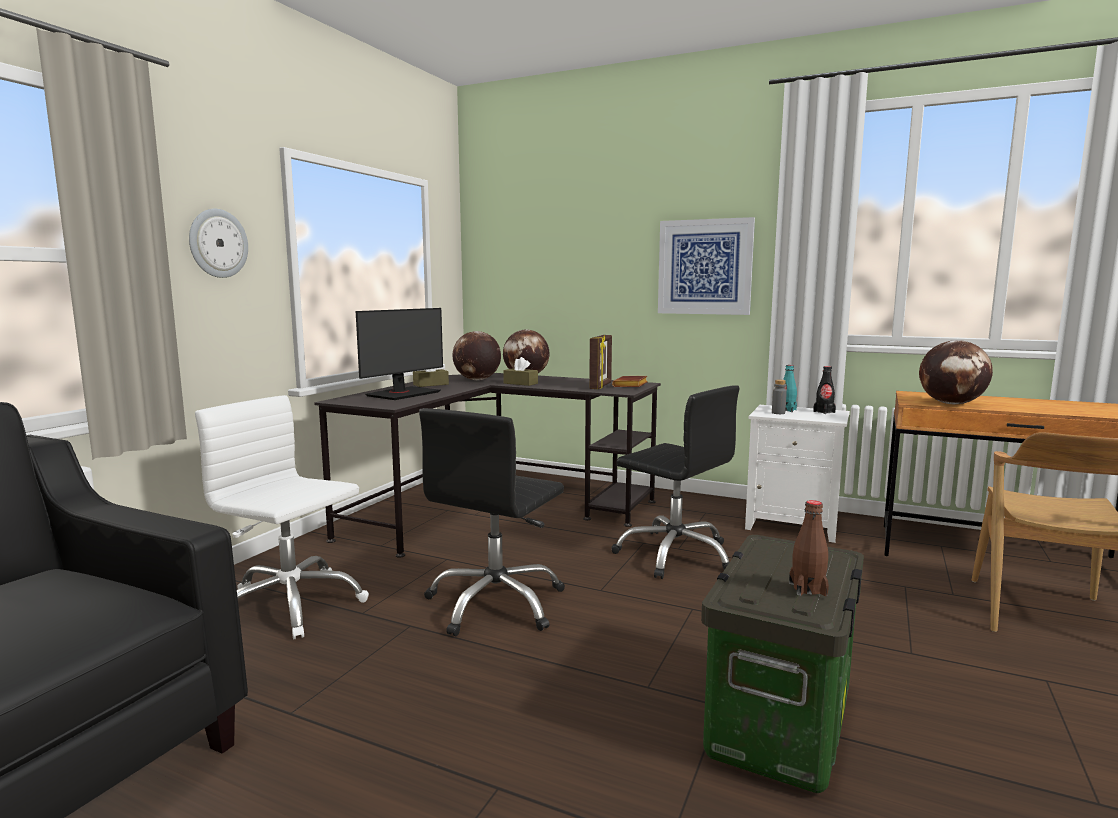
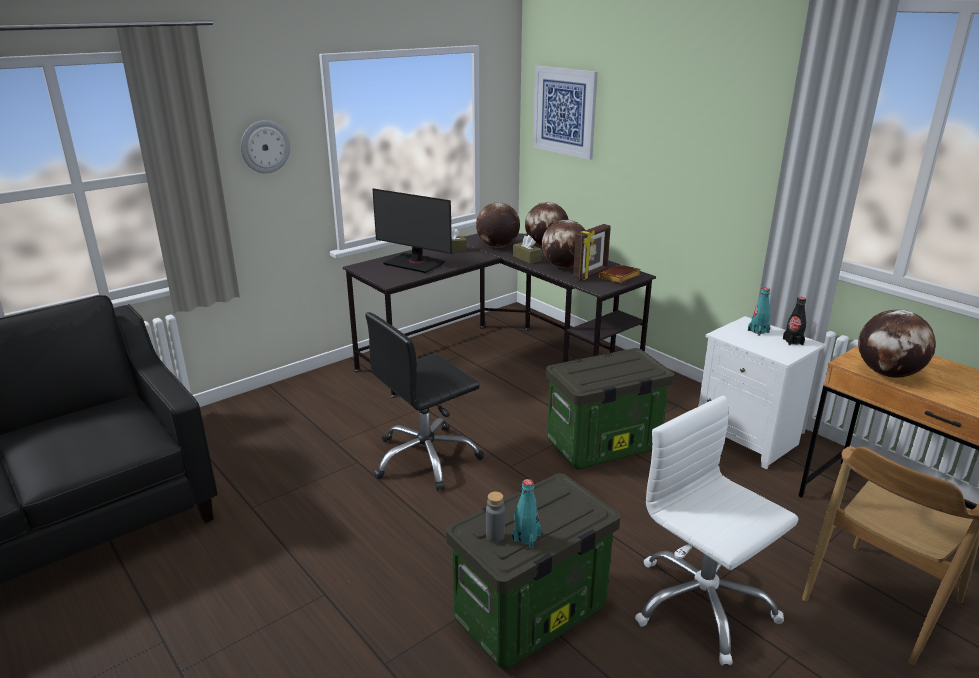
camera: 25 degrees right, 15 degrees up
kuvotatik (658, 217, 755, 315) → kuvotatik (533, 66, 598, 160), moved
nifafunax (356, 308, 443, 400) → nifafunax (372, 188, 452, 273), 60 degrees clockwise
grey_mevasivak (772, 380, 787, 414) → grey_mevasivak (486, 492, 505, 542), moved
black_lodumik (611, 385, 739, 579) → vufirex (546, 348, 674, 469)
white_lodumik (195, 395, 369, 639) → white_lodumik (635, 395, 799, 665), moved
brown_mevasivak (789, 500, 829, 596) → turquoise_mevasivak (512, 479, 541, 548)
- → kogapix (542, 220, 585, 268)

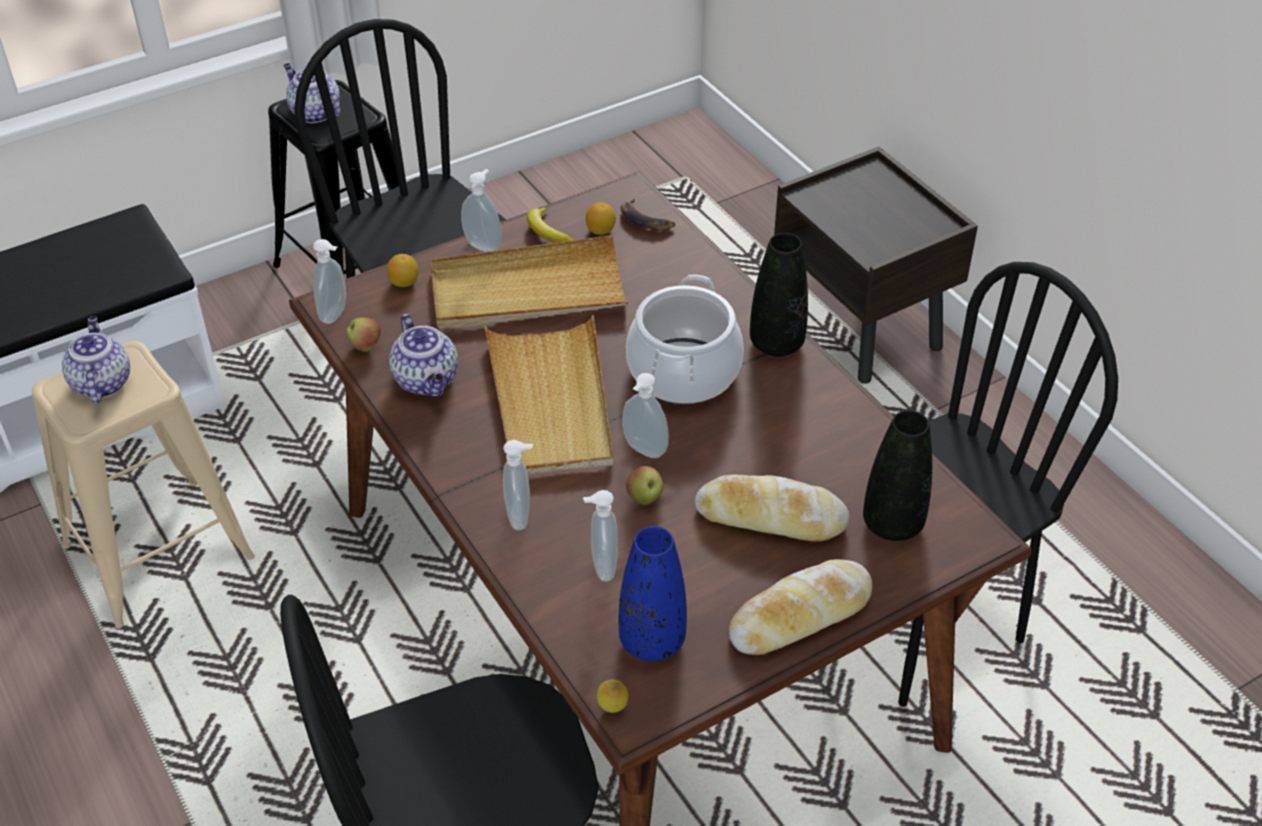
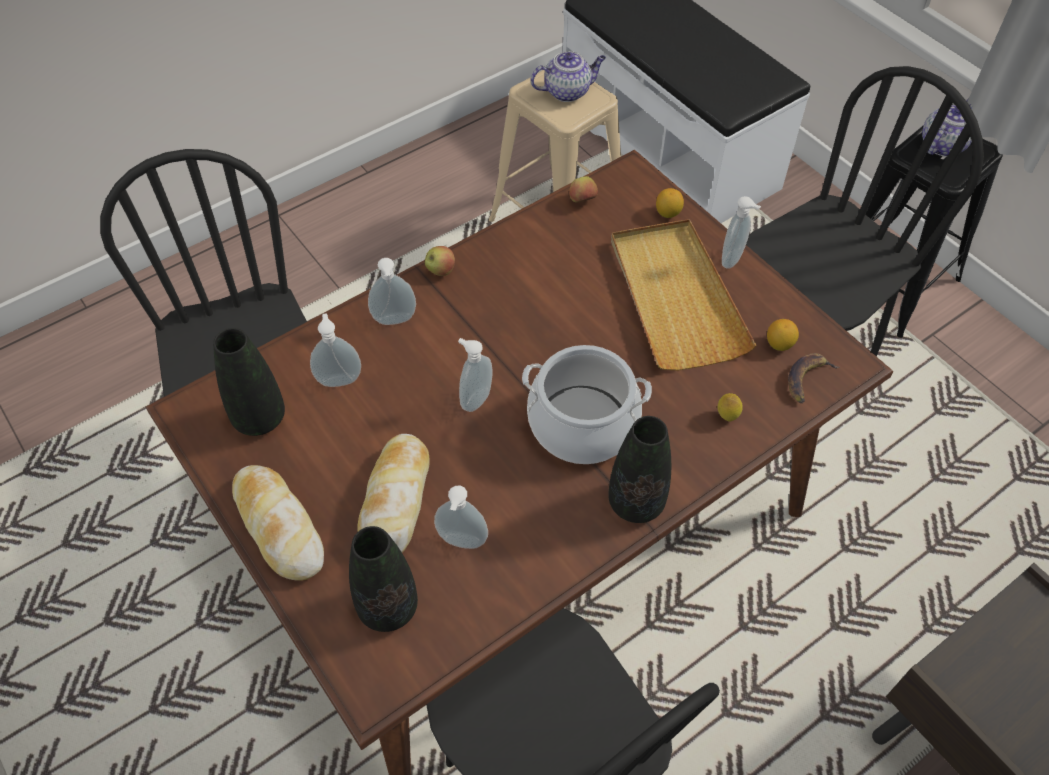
camera: 85 degrees right, 10 degrees up
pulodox (527, 207, 574, 243) → -
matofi (313, 239, 346, 324) → matofi (434, 486, 488, 549), moved
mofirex (389, 314, 458, 397) → -
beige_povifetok (485, 315, 613, 474) → -
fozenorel (626, 466, 664, 505) → fozenorel (425, 246, 455, 276), moved
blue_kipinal (619, 526, 687, 661) → black_kipinal (213, 328, 285, 436)
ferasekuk (597, 679, 628, 713) → ferasekuk (717, 393, 743, 422), moved

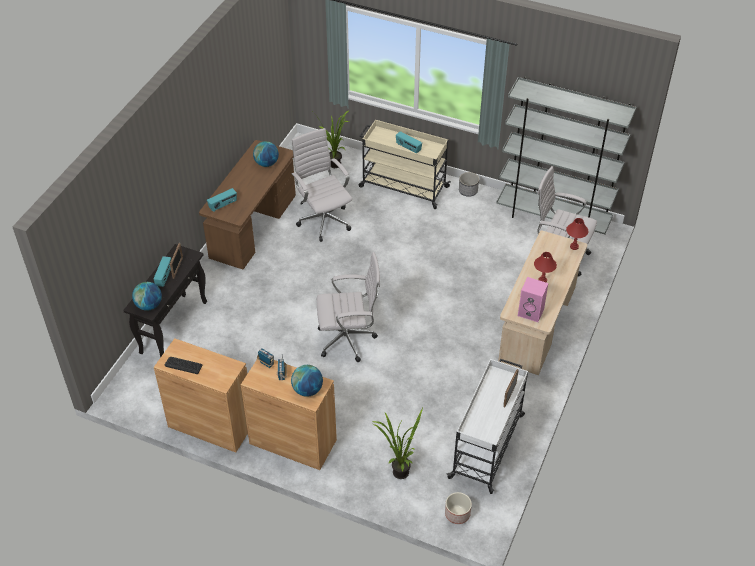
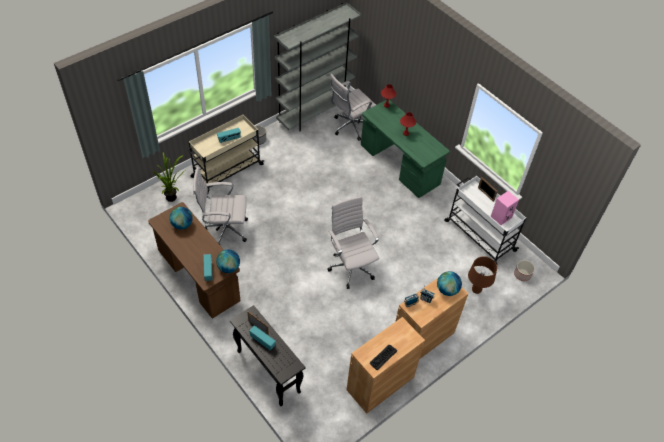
camera: 65 degrees left, 5 degrees up
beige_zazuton (498, 231, 587, 375) → green_zazuton (361, 100, 450, 198)
white_lodumik (317, 252, 380, 362) → white_lodumik (327, 196, 379, 289), 45 degrees counterclockwise
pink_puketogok (518, 277, 548, 322) → pink_puketogok (491, 191, 519, 225), moved
kogapix (132, 282, 162, 311) → kogapix (216, 249, 240, 273), moved
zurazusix (372, 408, 423, 479) → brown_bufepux (468, 256, 497, 294)

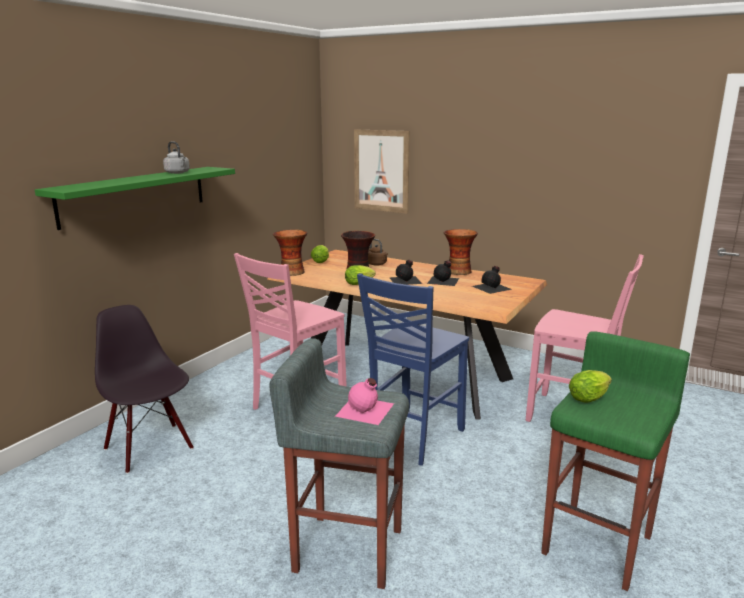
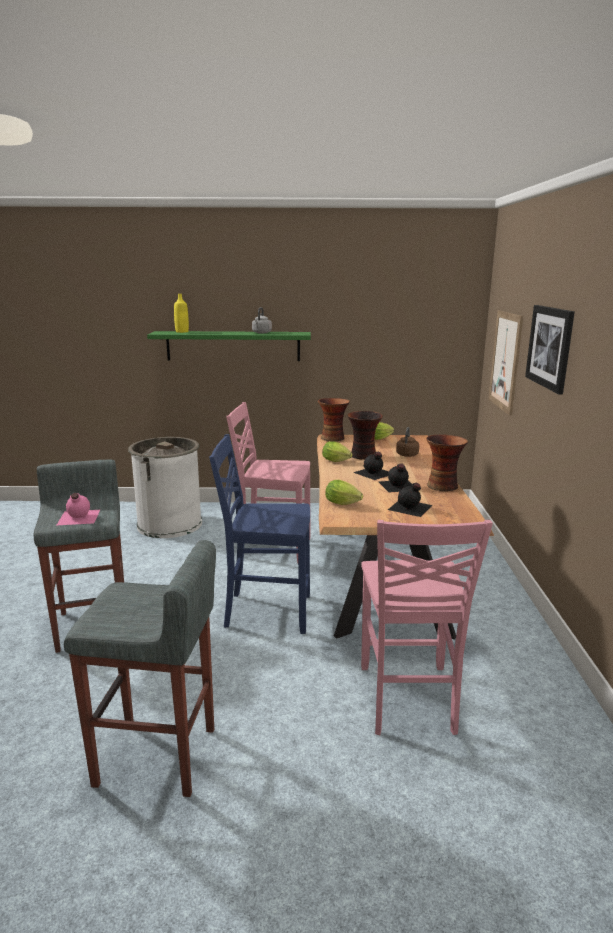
camera: 60 degrees right, 0 degrees up
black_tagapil (95, 305, 194, 474) → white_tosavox (128, 437, 202, 538)
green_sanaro (541, 331, 690, 591) → grey_sanaro (64, 540, 216, 797)
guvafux (569, 370, 612, 402) → guvafux (325, 480, 363, 505), moved
- → yellow_mevasivak (174, 294, 189, 333)
- → kuvotatik (525, 305, 575, 395)

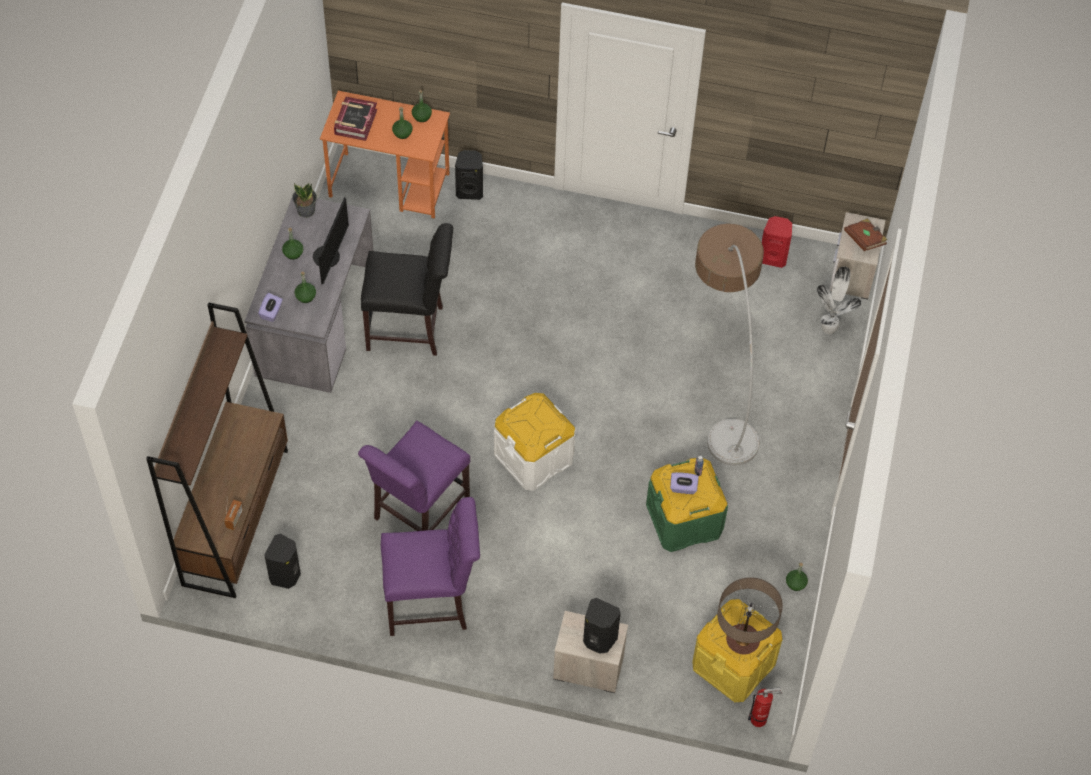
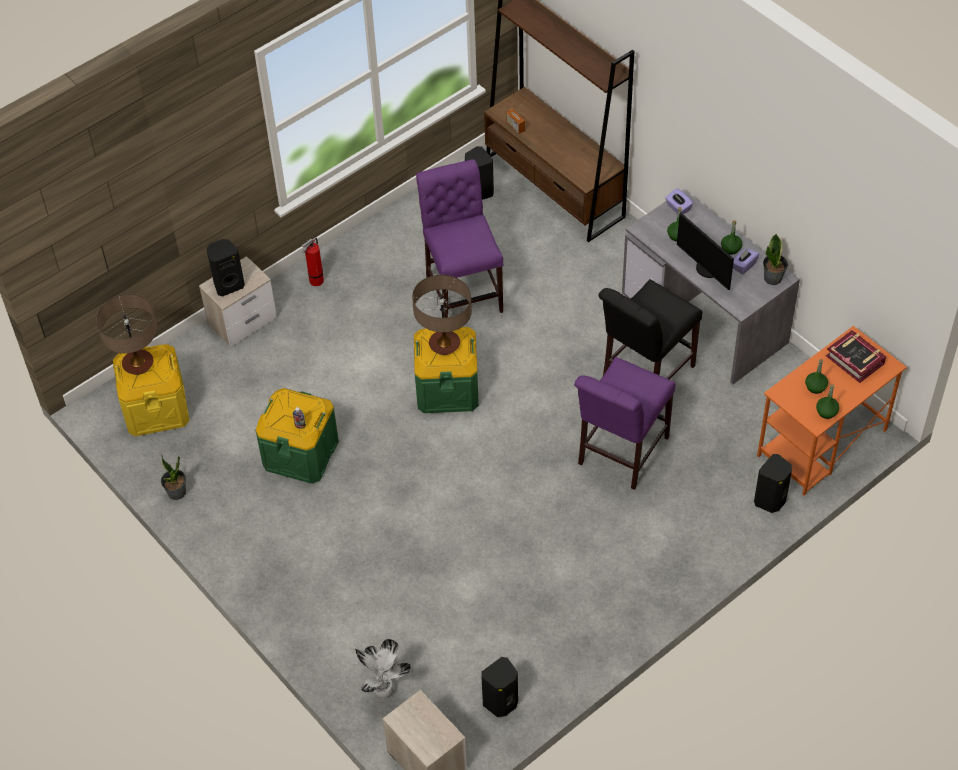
camera: 130 degrees right, 5 degrees down
red_puketogok (762, 216, 792, 268) → black_puketogok (482, 657, 518, 717)
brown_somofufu (844, 219, 887, 251) → -
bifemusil (695, 224, 764, 466) → -
white_vufirex (494, 393, 575, 491) → green_vufirex (414, 327, 479, 413)
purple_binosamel (670, 472, 699, 494) → purple_binosamel (733, 248, 759, 275), moved
purple_tagapil (381, 497, 480, 636) → purple_tagapil (574, 357, 676, 490), moved
green_mevasivak (786, 563, 808, 591) → zurazusix (161, 455, 186, 500)
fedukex (748, 688, 782, 727) → fedukex (302, 238, 324, 286), moved
- → bufepux (412, 275, 472, 355)

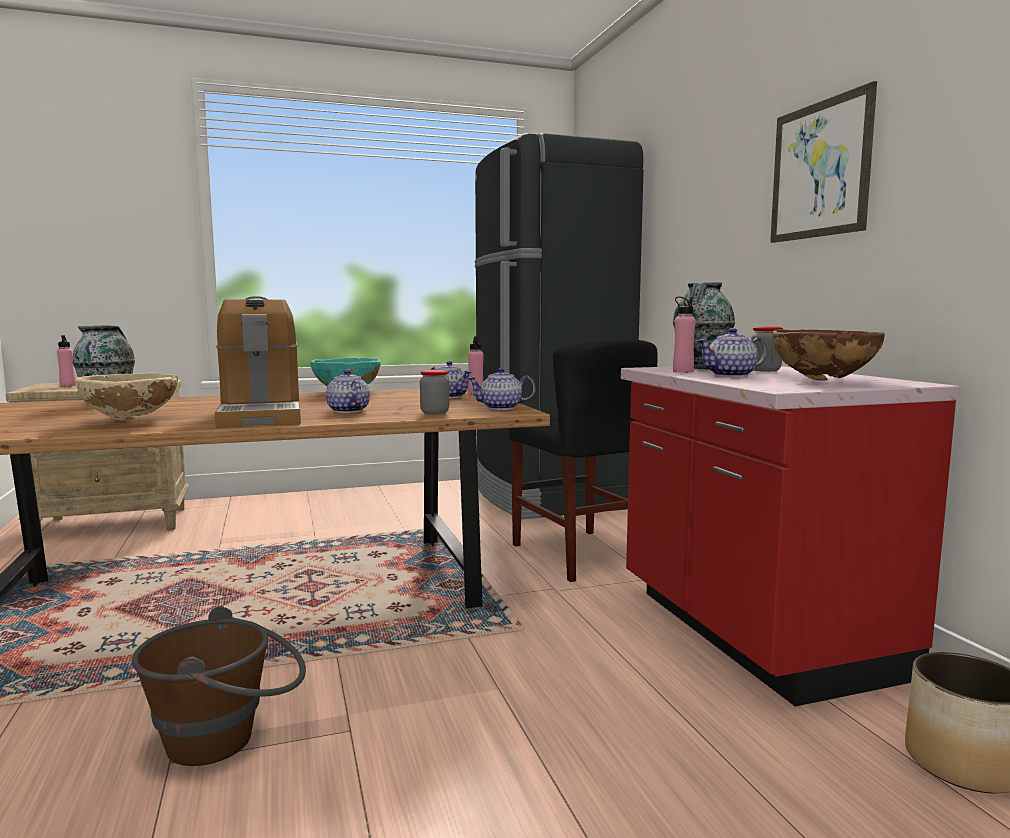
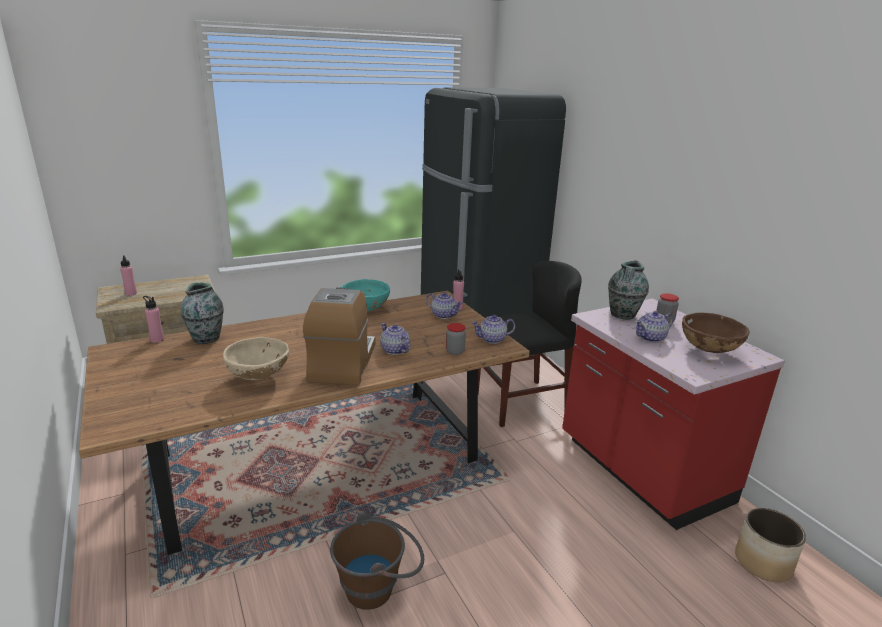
camera: 10 degrees left, 15 degrees up
kuvotatik (770, 81, 877, 243) → -
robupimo (215, 296, 301, 428) → robupimo (303, 288, 375, 385), 150 degrees counterclockwise
pink_mevasivak (673, 297, 696, 373) → pink_mevasivak (143, 296, 164, 343), moved
black_tagapil (509, 339, 657, 582) → black_tagapil (478, 261, 582, 427), 75 degrees counterclockwise

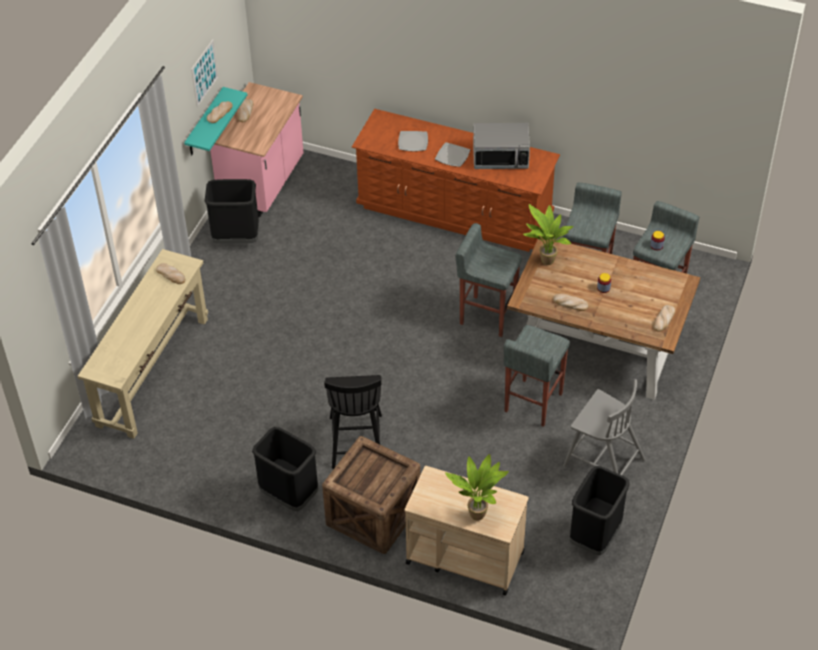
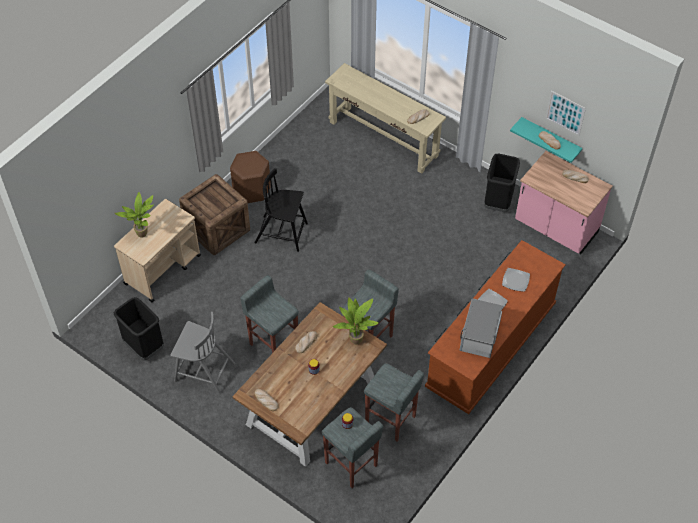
camera: 105 degrees right, 5 degrees up
grey_tagapil (563, 379, 646, 475) → grey_tagapil (170, 312, 235, 395), 120 degrees counterclockwise
black_tosavox (252, 427, 318, 511) → brown_sanaro (230, 151, 271, 203)

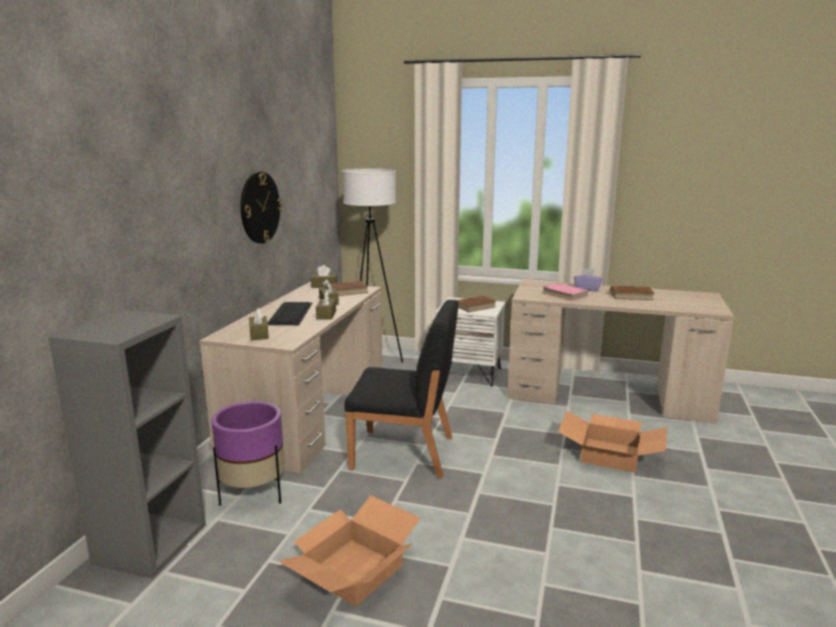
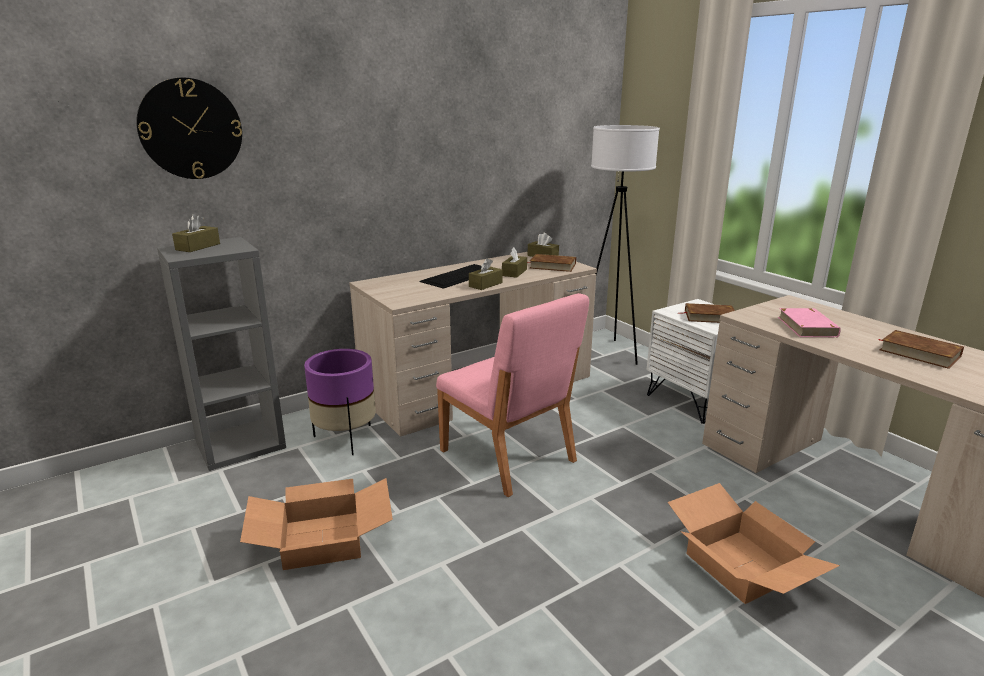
camera: 40 degrees right, 5 degrees up
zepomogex (240, 172, 282, 244) → zepomogex (136, 78, 242, 179), moved
purple_binosamel (574, 268, 602, 291) → -
black_tagapil (344, 300, 458, 478) → pink_tagapil (436, 293, 589, 497)
brown_binosamel (249, 308, 269, 340) → brown_binosamel (172, 214, 220, 252), moved

